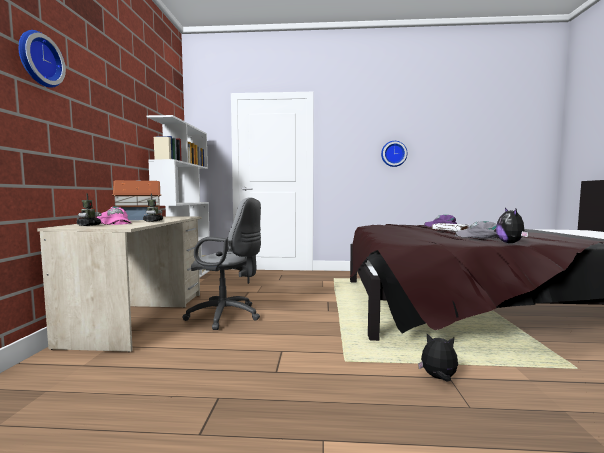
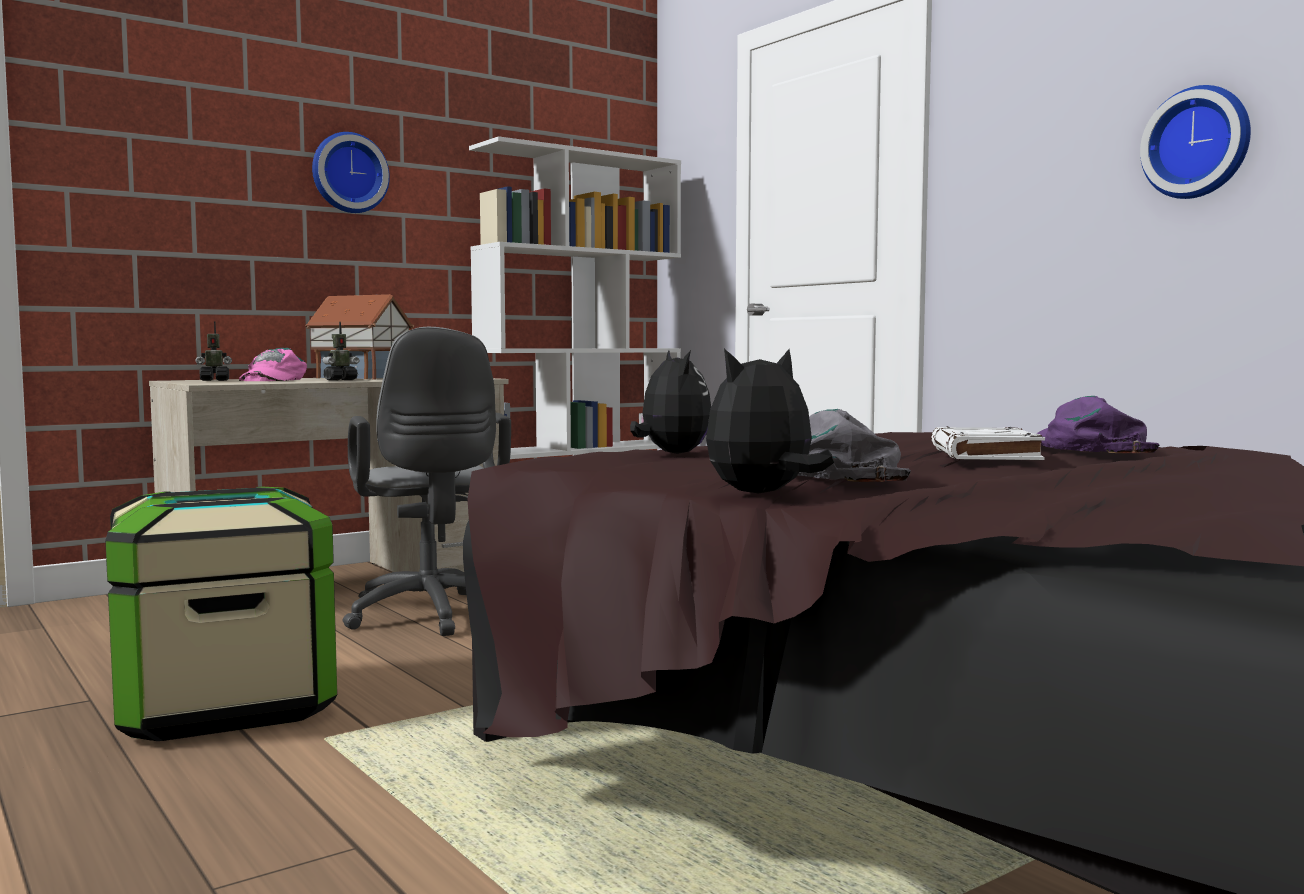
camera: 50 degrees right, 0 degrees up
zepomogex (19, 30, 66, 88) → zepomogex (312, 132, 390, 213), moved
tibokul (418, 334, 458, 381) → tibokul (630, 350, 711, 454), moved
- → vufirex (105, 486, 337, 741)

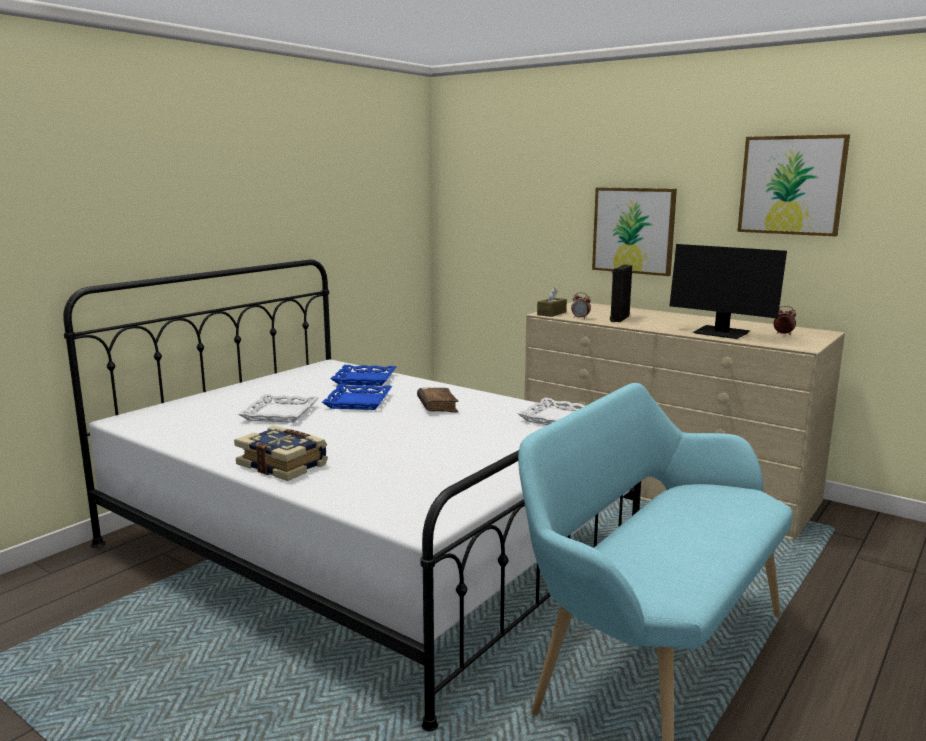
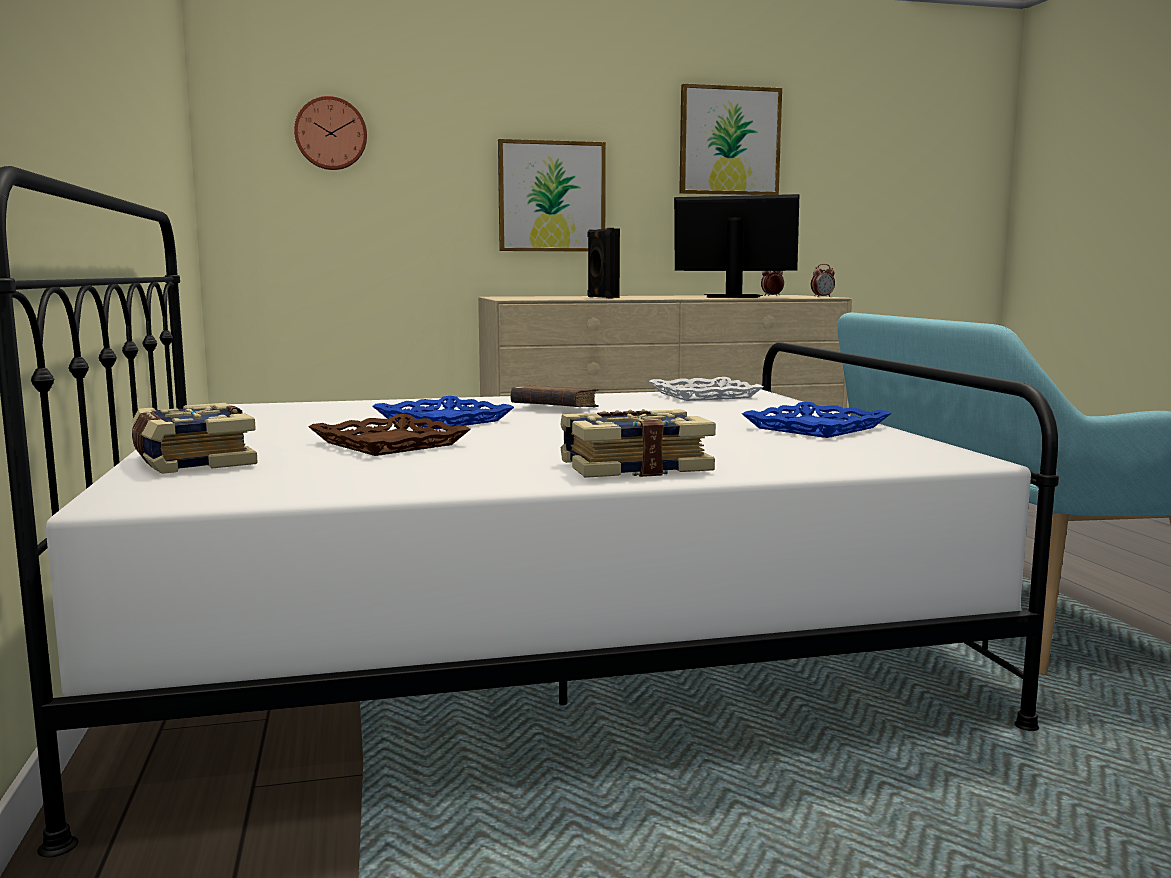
camera: 50 degrees left, 5 degrees down
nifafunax (670, 244, 787, 339) → nifafunax (674, 194, 799, 298), 150 degrees counterclockwise
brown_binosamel (537, 288, 567, 317) → -
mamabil (571, 292, 591, 318) → mamabil (811, 264, 835, 297), moved
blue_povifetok (330, 365, 396, 386) → blue_povifetok (742, 402, 892, 438), moved
white_povifetok (238, 394, 319, 423) → brown_povifetok (308, 414, 471, 456)
- → zepomogex (294, 96, 367, 170)
- → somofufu (132, 403, 258, 474)

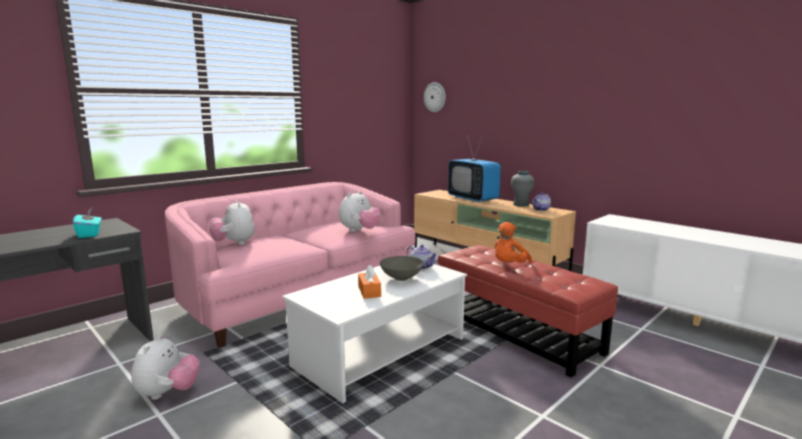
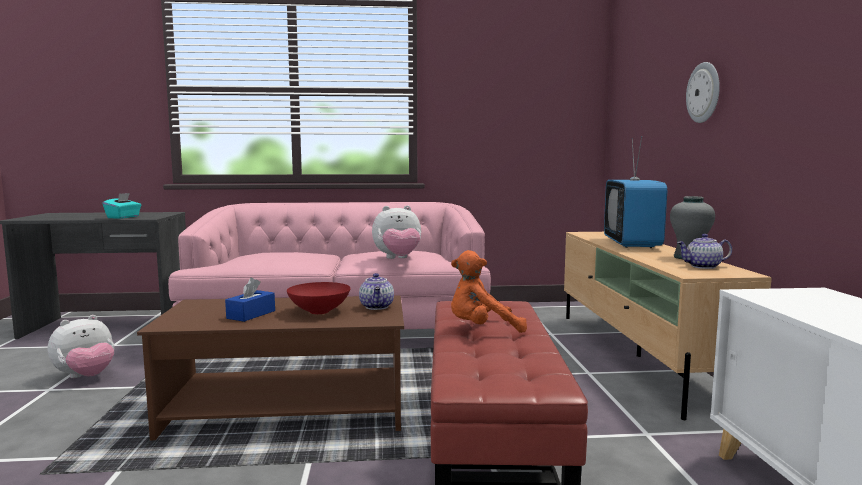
camera: 40 degrees right, 5 degrees down
zepomogex (424, 82, 446, 112) → zepomogex (686, 62, 720, 123), moved
tibokul (210, 200, 255, 245) → -
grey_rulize (380, 256, 424, 281) → red_rulize (287, 282, 350, 314)
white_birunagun (282, 264, 467, 403) → brown_birunagun (137, 295, 404, 440)
orange_binosamel (358, 265, 381, 299) → blue_binosamel (225, 278, 275, 322)

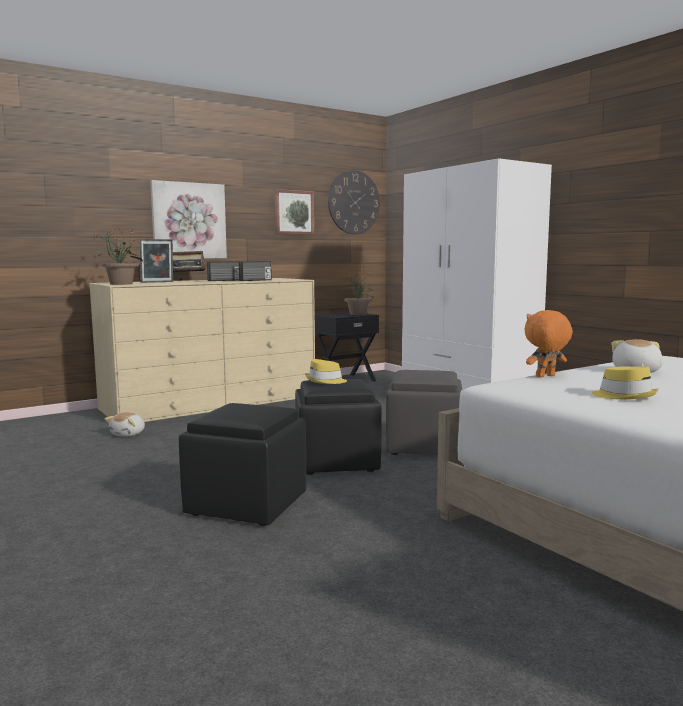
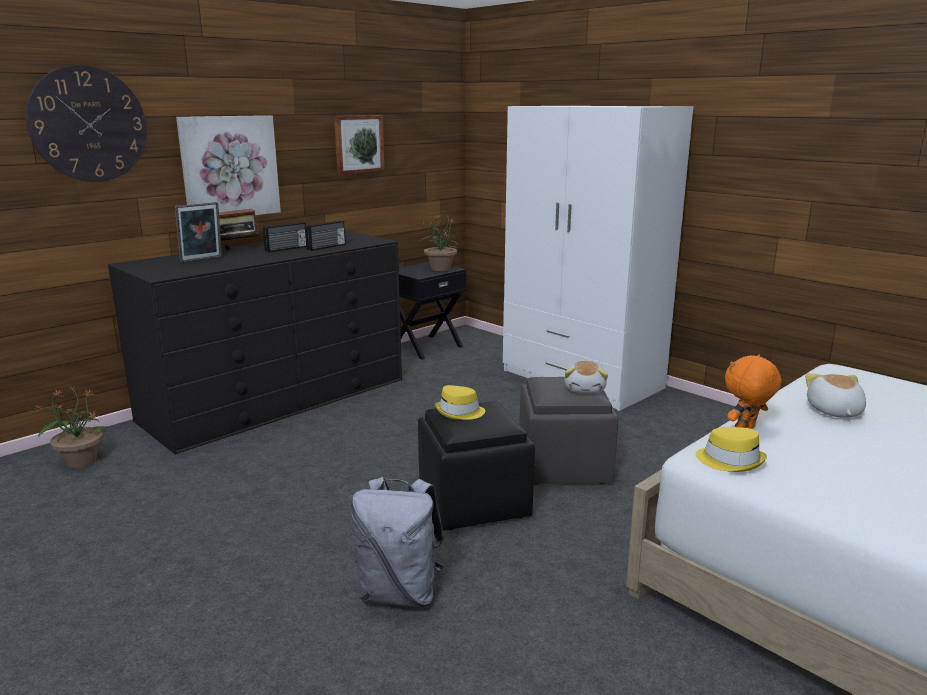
camera: 10 degrees left, 10 degrees up
zepomogex (328, 170, 380, 234) → zepomogex (26, 65, 147, 182), moved
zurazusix (92, 227, 143, 285) → zurazusix (35, 386, 108, 468), moved
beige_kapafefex (90, 278, 315, 422) → black_kapafefex (108, 230, 402, 454)
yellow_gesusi (592, 366, 659, 399) → yellow_gesusi (696, 427, 767, 472), moved
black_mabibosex (179, 403, 306, 526) → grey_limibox (351, 477, 444, 607)
tibokul (104, 412, 145, 436) → tibokul (564, 361, 608, 393), moved

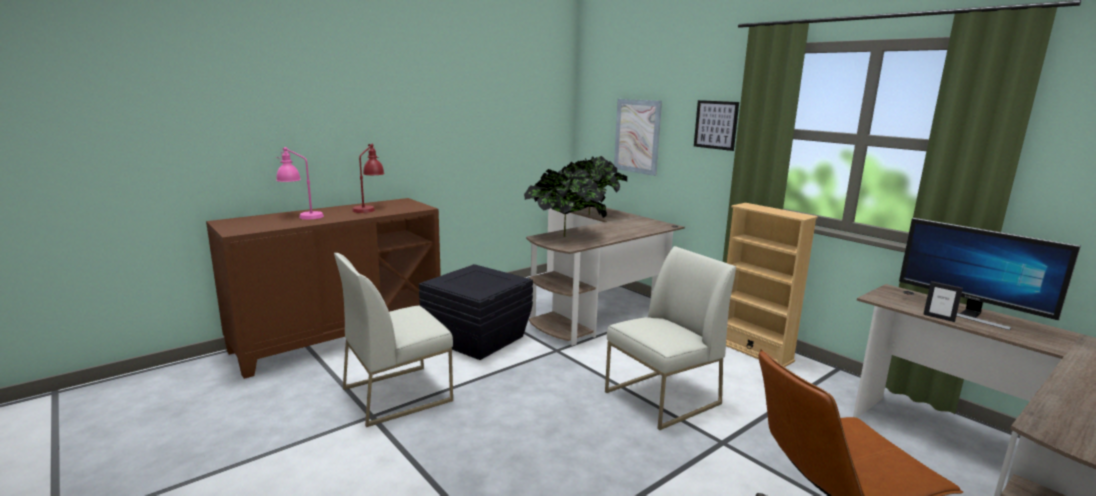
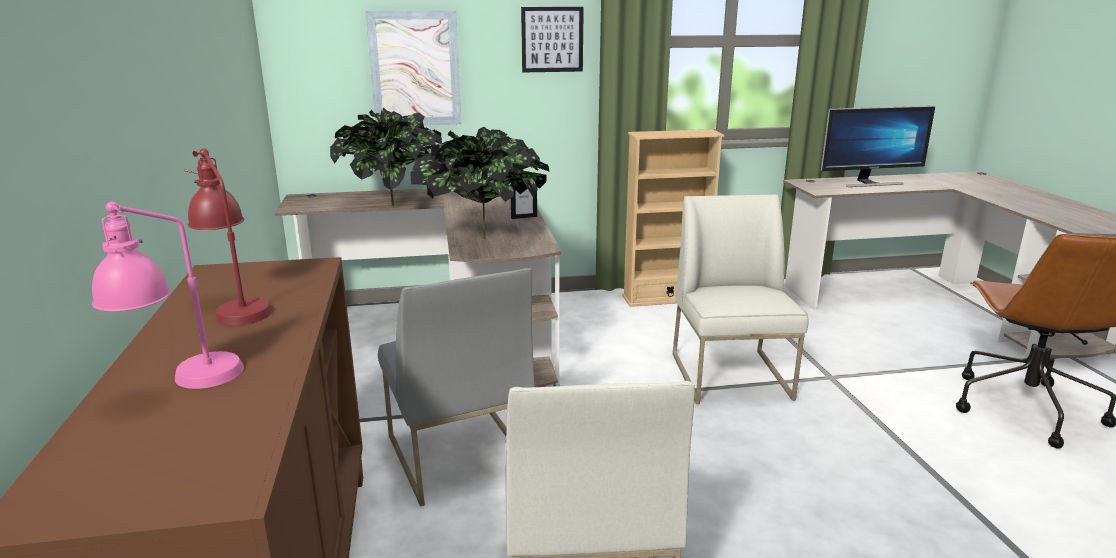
camera: 60 degrees left, 5 degrees up
black_vufirex (419, 264, 533, 360) → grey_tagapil (378, 268, 535, 506)
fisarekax (923, 281, 963, 322) → fisarekax (510, 184, 537, 219), moved

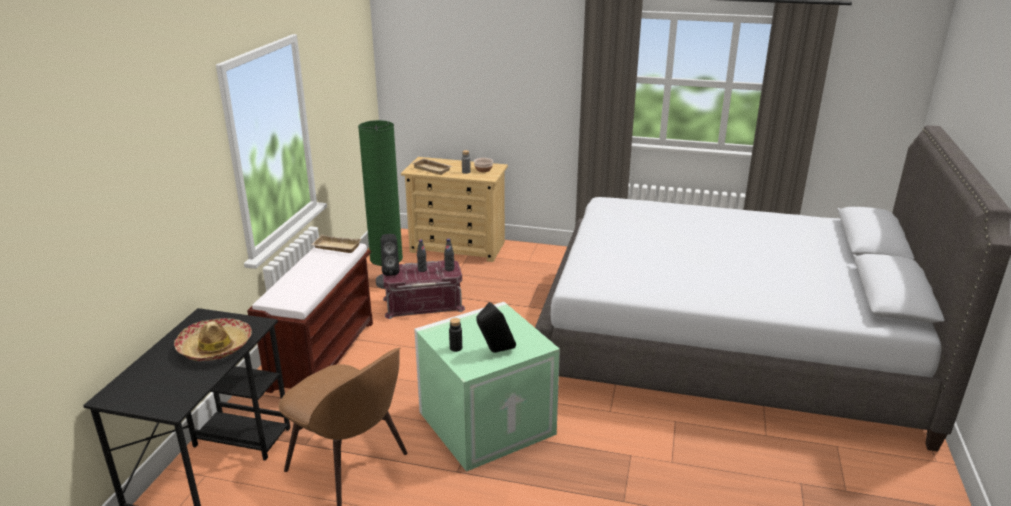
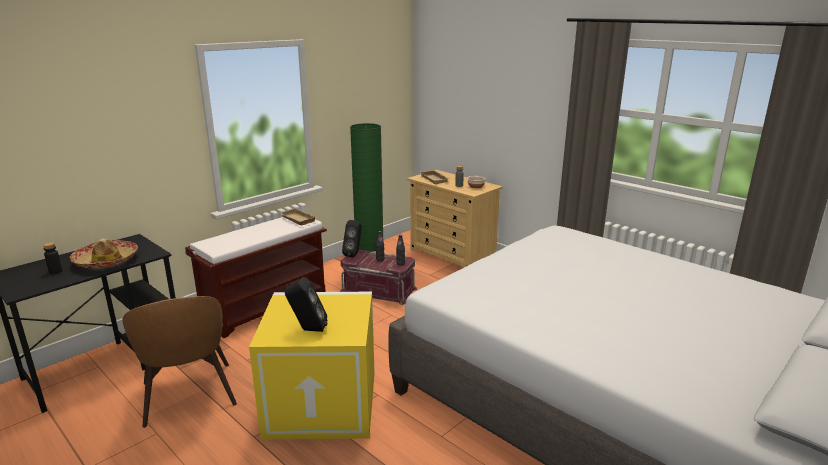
camera: 30 degrees right, 5 degrees down
green_vufirex (414, 302, 560, 472) → yellow_vufirex (249, 292, 375, 440)
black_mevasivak (449, 318, 462, 352) → black_mevasivak (43, 242, 62, 274), moved

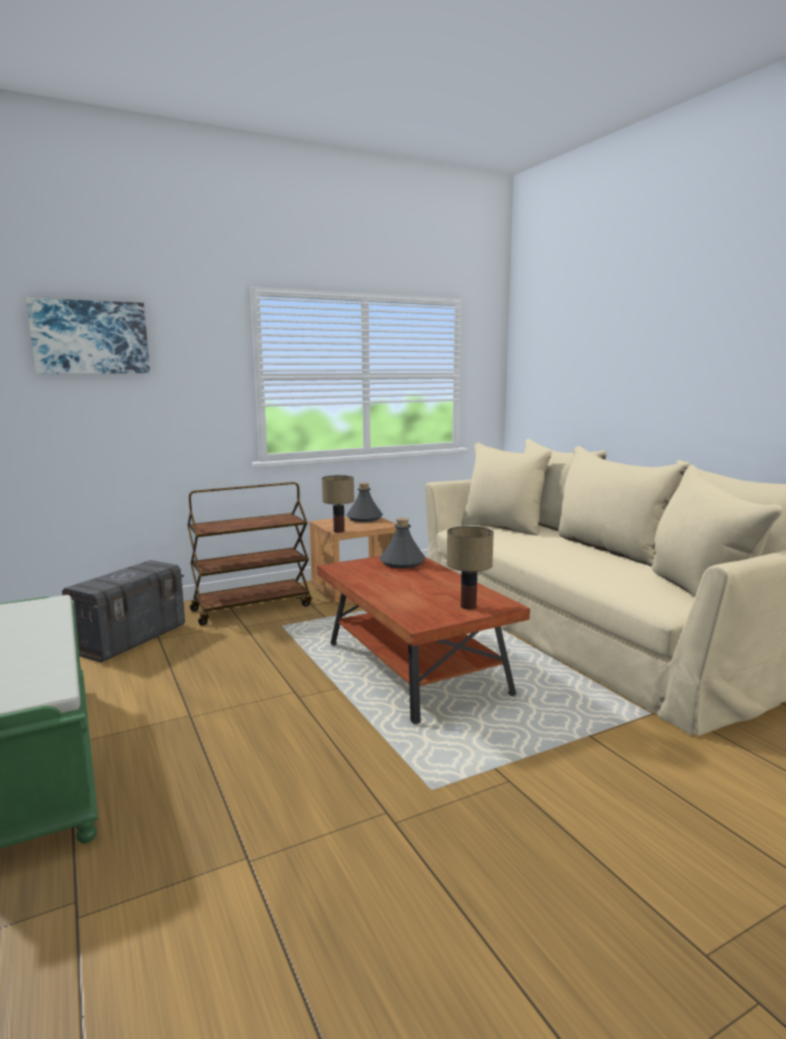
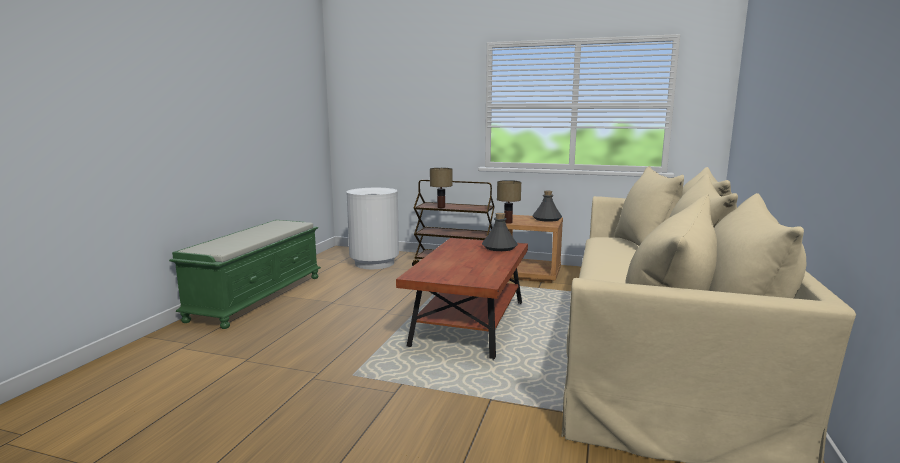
camera: 45 degrees right, 0 degrees up
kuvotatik (26, 298, 150, 374) → -
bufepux (447, 526, 494, 610) → bufepux (430, 168, 452, 208), moved
grey_vufirex (62, 560, 185, 663) → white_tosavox (346, 188, 399, 269)

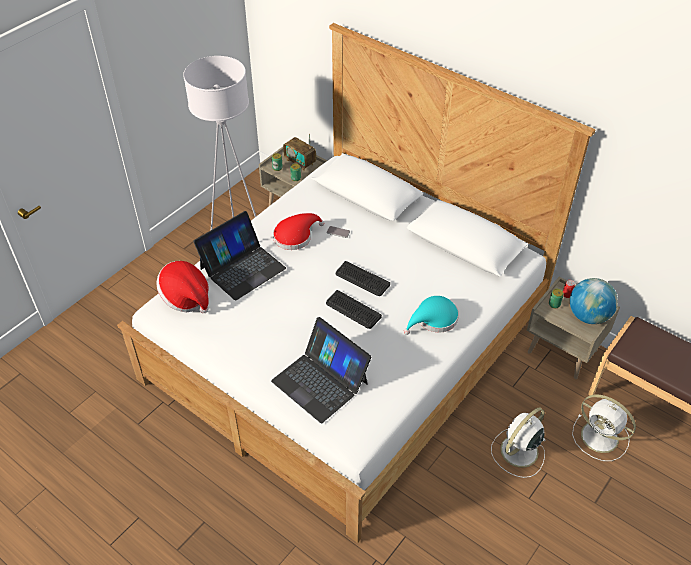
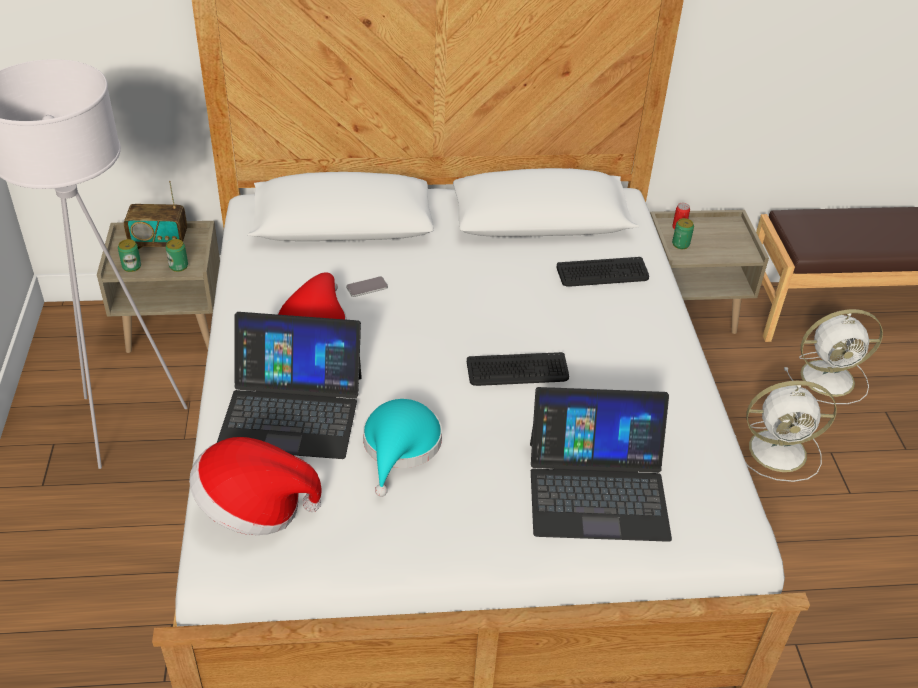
camera: 45 degrees left, 5 degrees down
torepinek (193, 211, 286, 301) → torepinek (217, 312, 362, 459), 90 degrees clockwise
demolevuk (336, 261, 390, 296) → demolevuk (556, 257, 649, 287), moved
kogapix (570, 278, 618, 324) → -
turquoise_gesusi (404, 296, 459, 335) → turquoise_gesusi (363, 399, 442, 497), moved
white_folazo (491, 408, 545, 478) → white_folazo (735, 381, 837, 482), 90 degrees counterclockwise

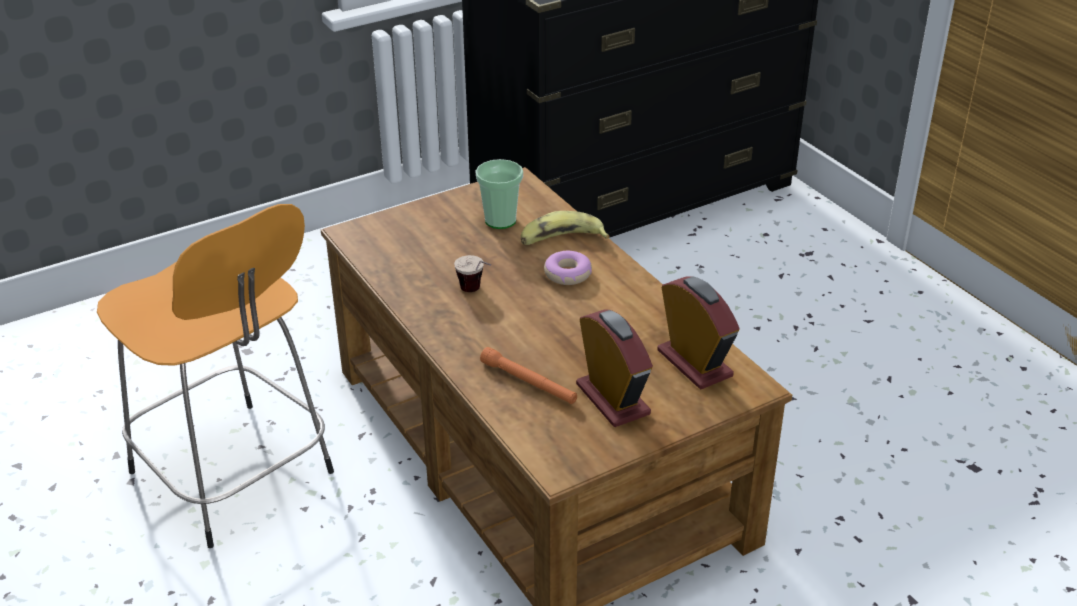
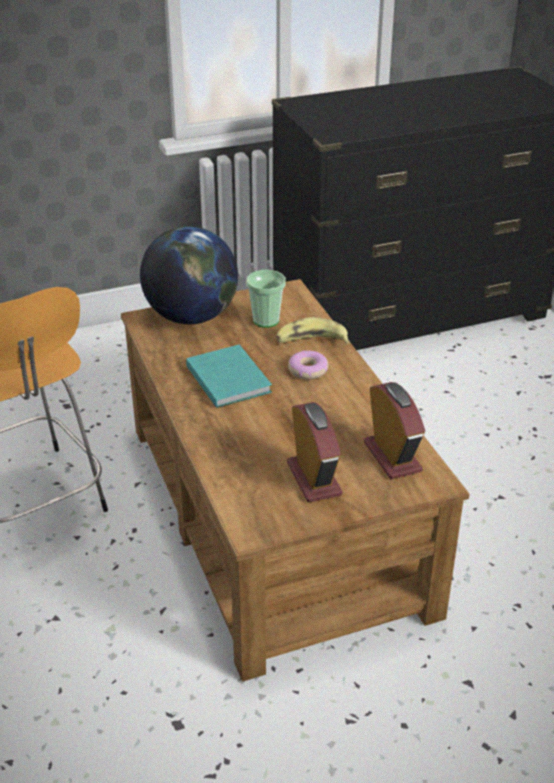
camera: 10 degrees right, 0 degrees up
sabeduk (454, 255, 491, 292) → turquoise_somofufu (186, 344, 272, 408)
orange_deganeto (480, 347, 577, 404) → -
- → kogapix (140, 226, 238, 324)

